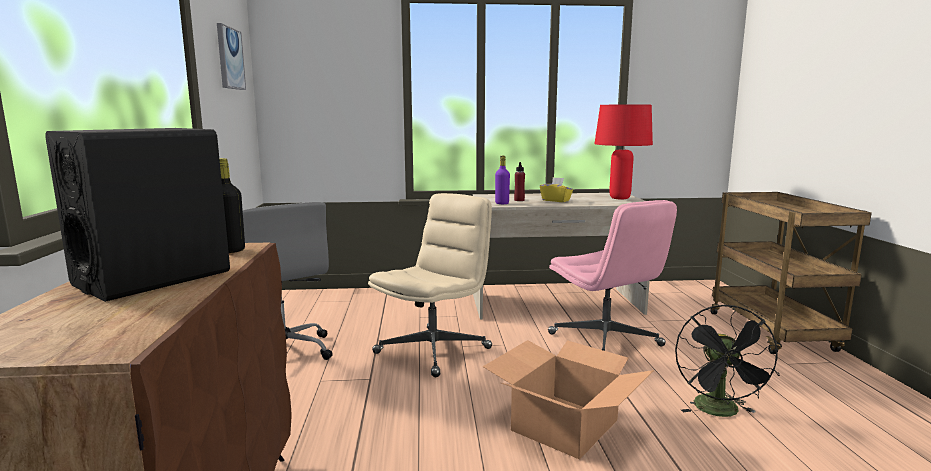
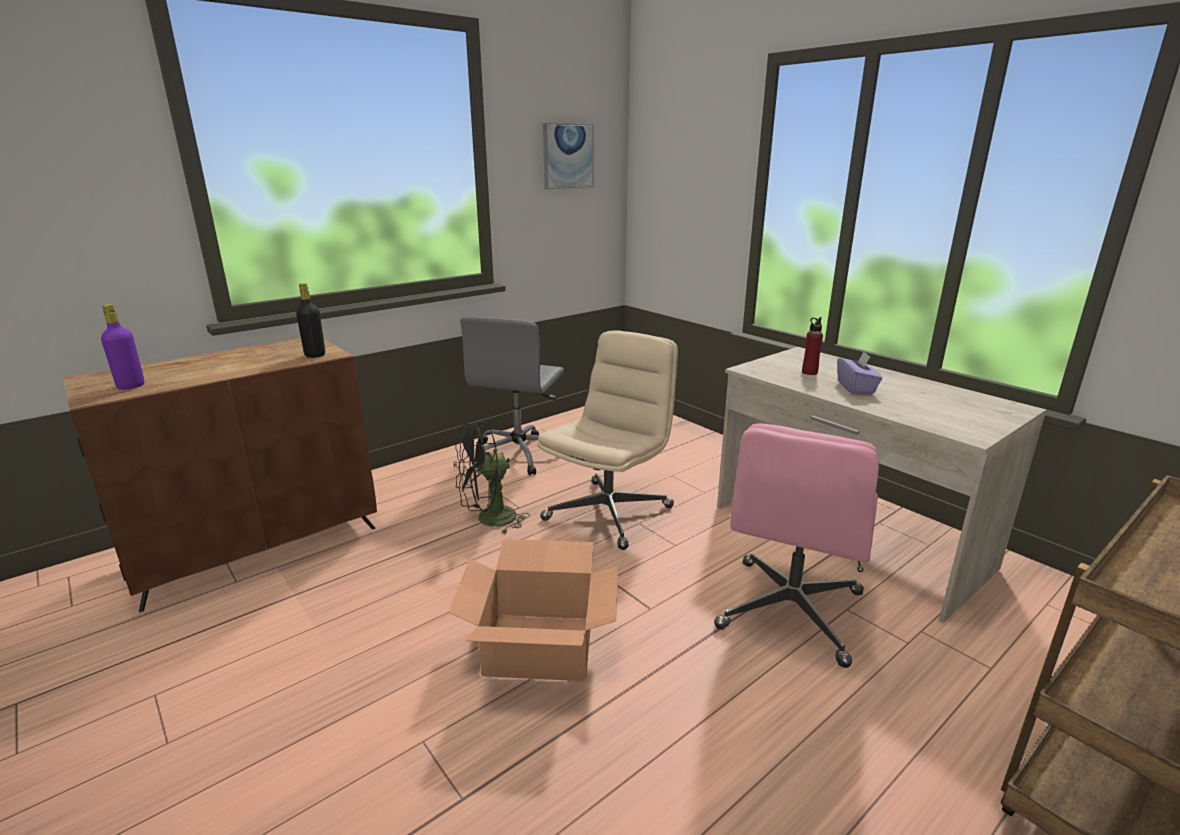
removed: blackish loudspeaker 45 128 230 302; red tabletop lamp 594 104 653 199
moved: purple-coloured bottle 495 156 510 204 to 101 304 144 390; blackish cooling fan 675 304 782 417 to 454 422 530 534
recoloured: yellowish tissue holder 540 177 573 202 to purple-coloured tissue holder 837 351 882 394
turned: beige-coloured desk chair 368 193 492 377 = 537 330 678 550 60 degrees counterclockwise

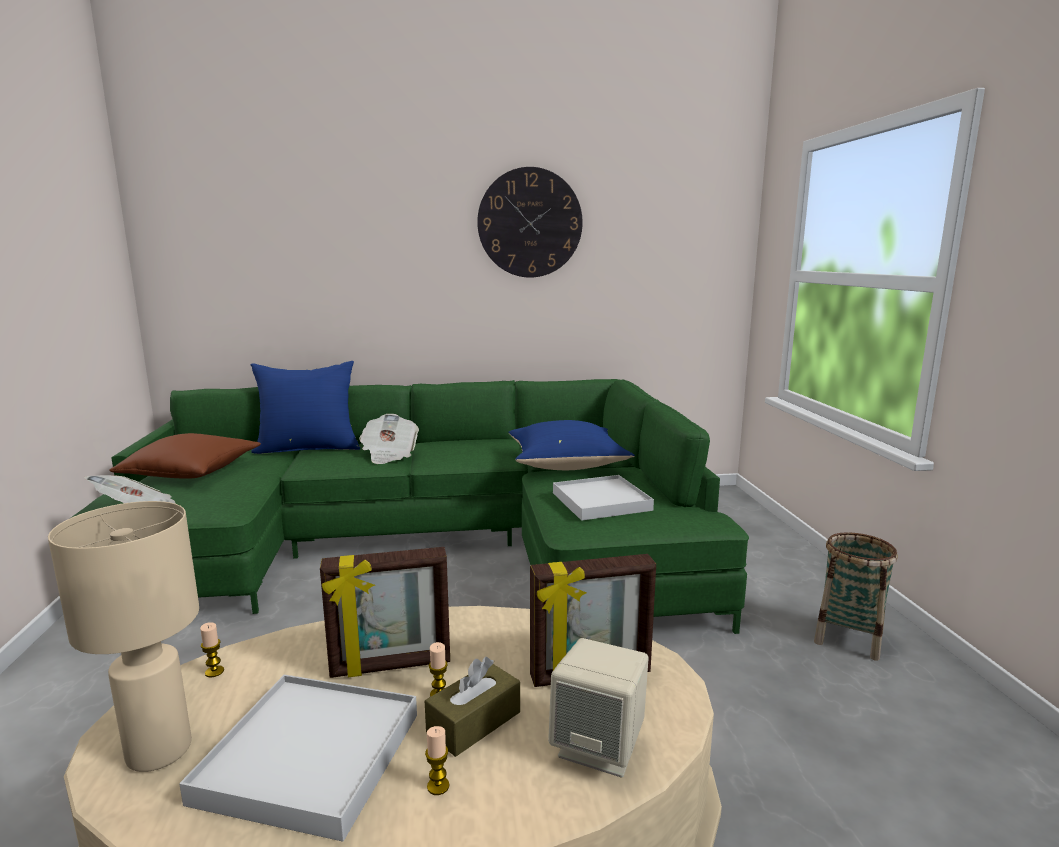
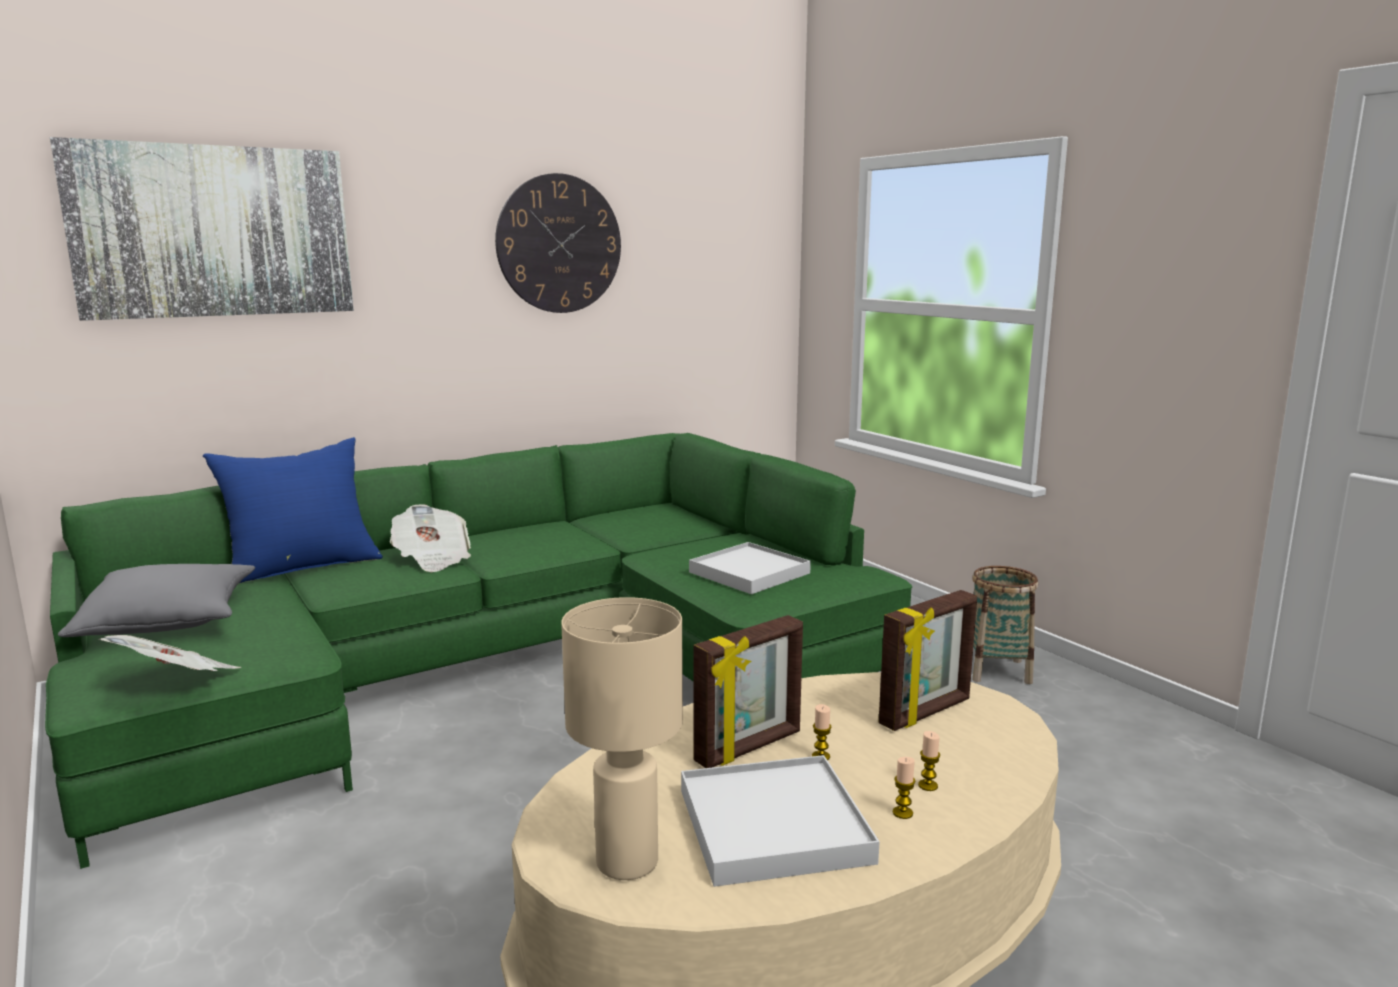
removed: brown-coloured tissue holder 425 657 520 757; bluish throw pillow 508 420 635 470; beige-coloured loudspeaker 548 638 649 777
added: picture 50 137 354 321
moved: wax light 200 622 224 678 to 918 731 940 791
recoloured: brown-coloured throw pillow 109 433 261 479 to greyish throw pillow 58 564 255 637

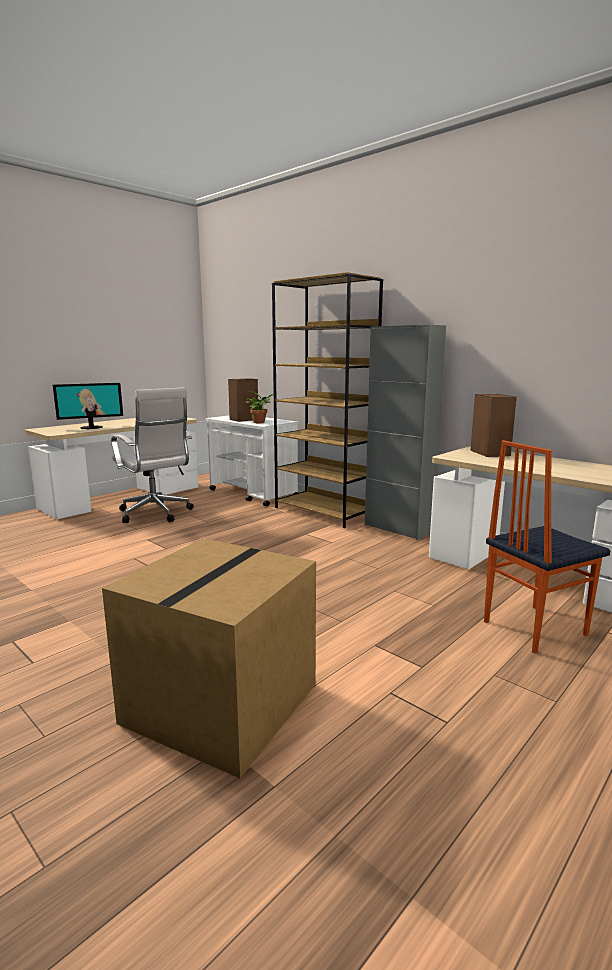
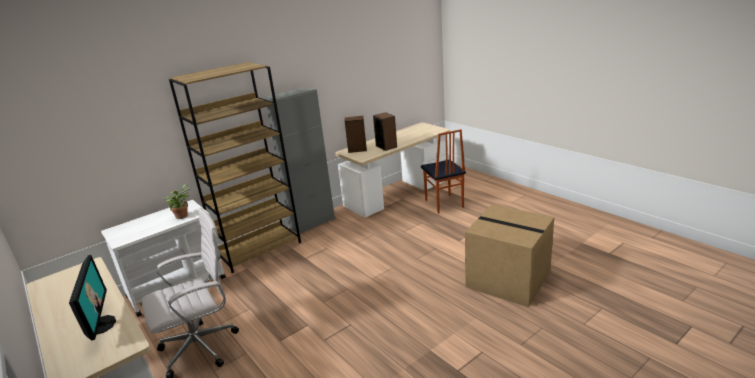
moved: loudspeaker 228 378 258 422 to 373 112 397 151

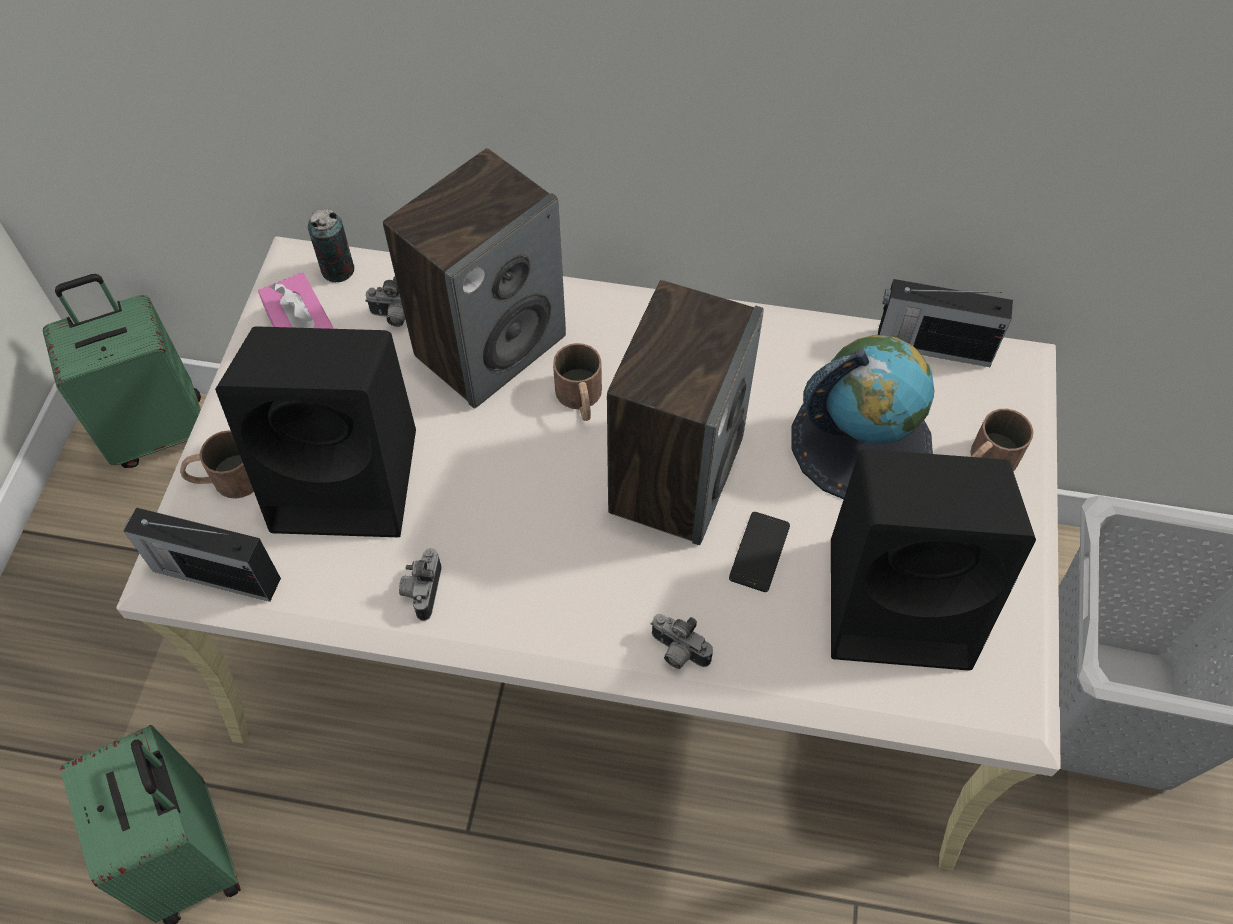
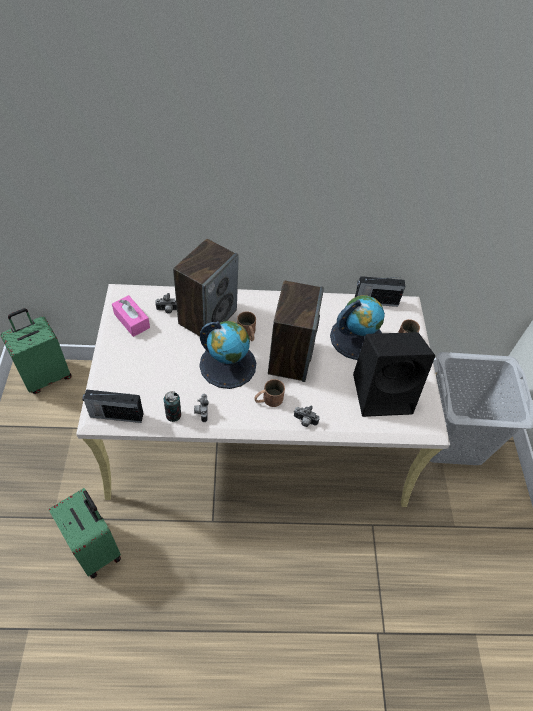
removed: blackish loudspeaker 215 326 416 537; handset 729 512 790 592
added: world globe 199 321 256 389
moved: brown-coloured coffee mug 180 430 254 499 to 254 379 285 407; sealed can 307 209 354 283 to 164 391 181 422

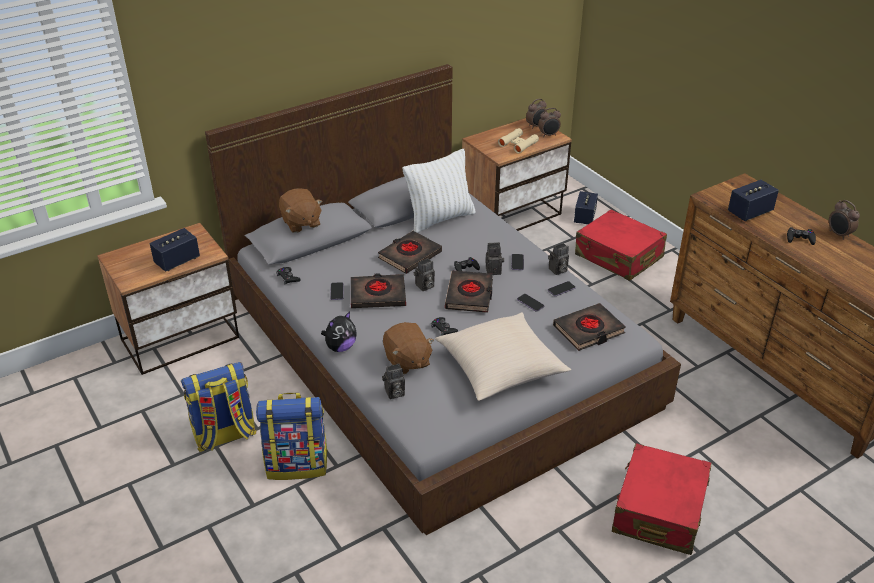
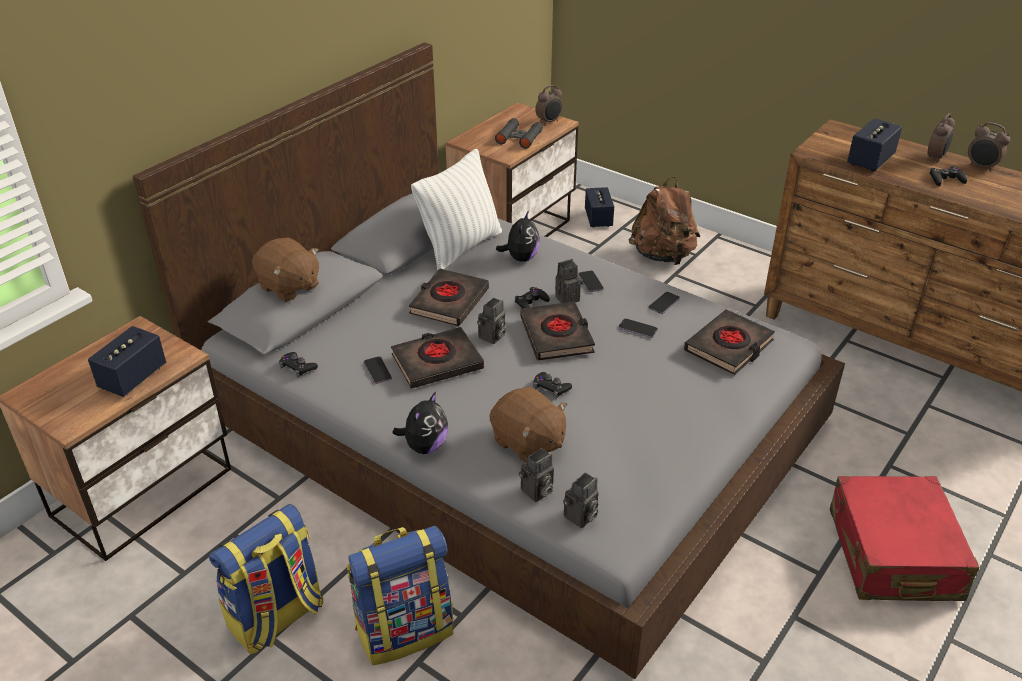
removed: beige-coloured throw pillow 435 312 571 401
added: soft toy 496 210 540 262
moved: alarm clock 526 98 547 129 to 927 113 955 163; photo camera 548 243 569 275 to 563 472 599 528
replaced: red suitcase 575 209 667 281 to brown-coloured rucksack 628 177 700 265
recoloured: beige-coloured binoculars 498 128 539 153 to blackish binoculars 495 118 543 149

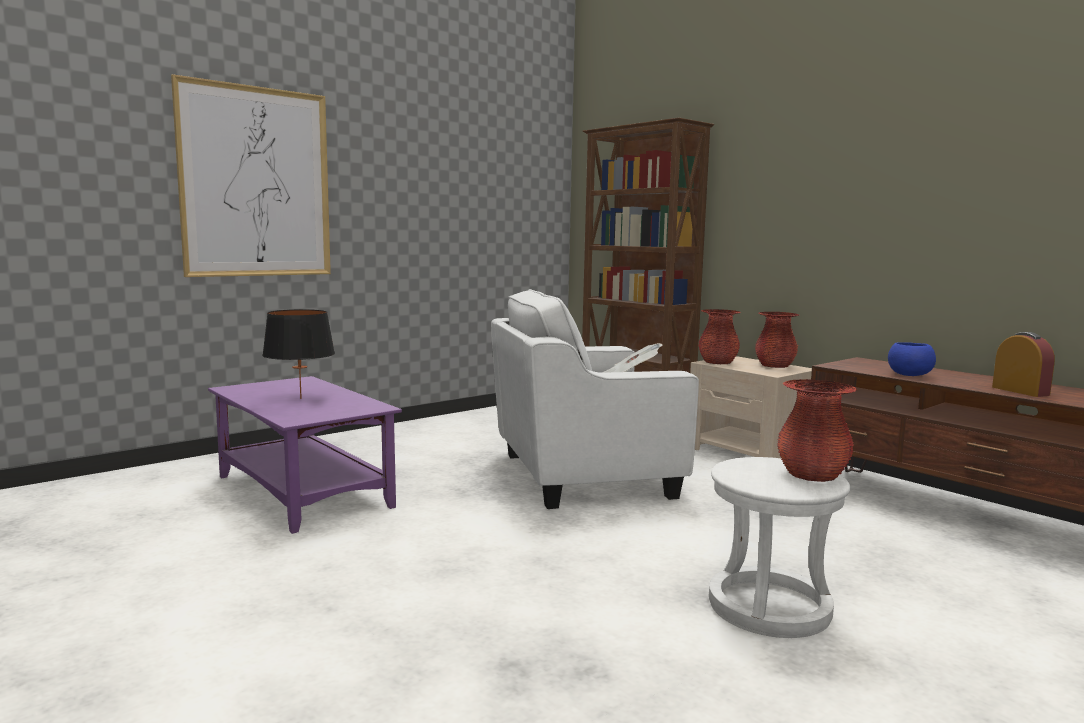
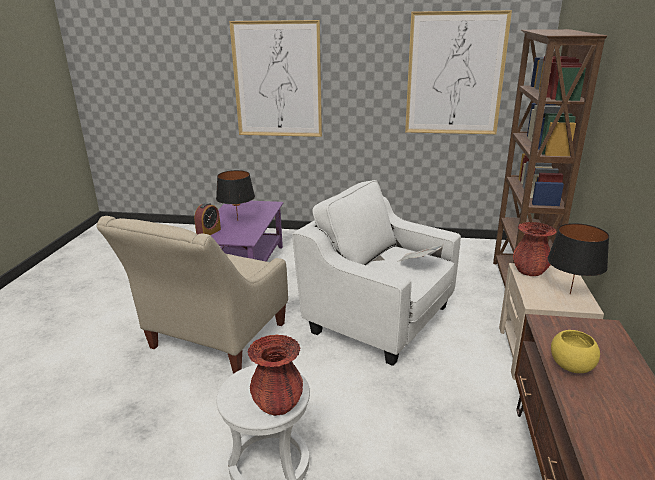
added: beige-coloured lounge chair 97 216 288 373; picture 405 10 512 134
moved: alarm clock 992 332 1055 397 to 194 203 221 235
replaced: red flower vase 755 312 799 368 to blackish tabletop lamp 547 223 609 294
recoloured: bluish deep dish 888 342 936 376 to yellowish deep dish 551 330 600 373

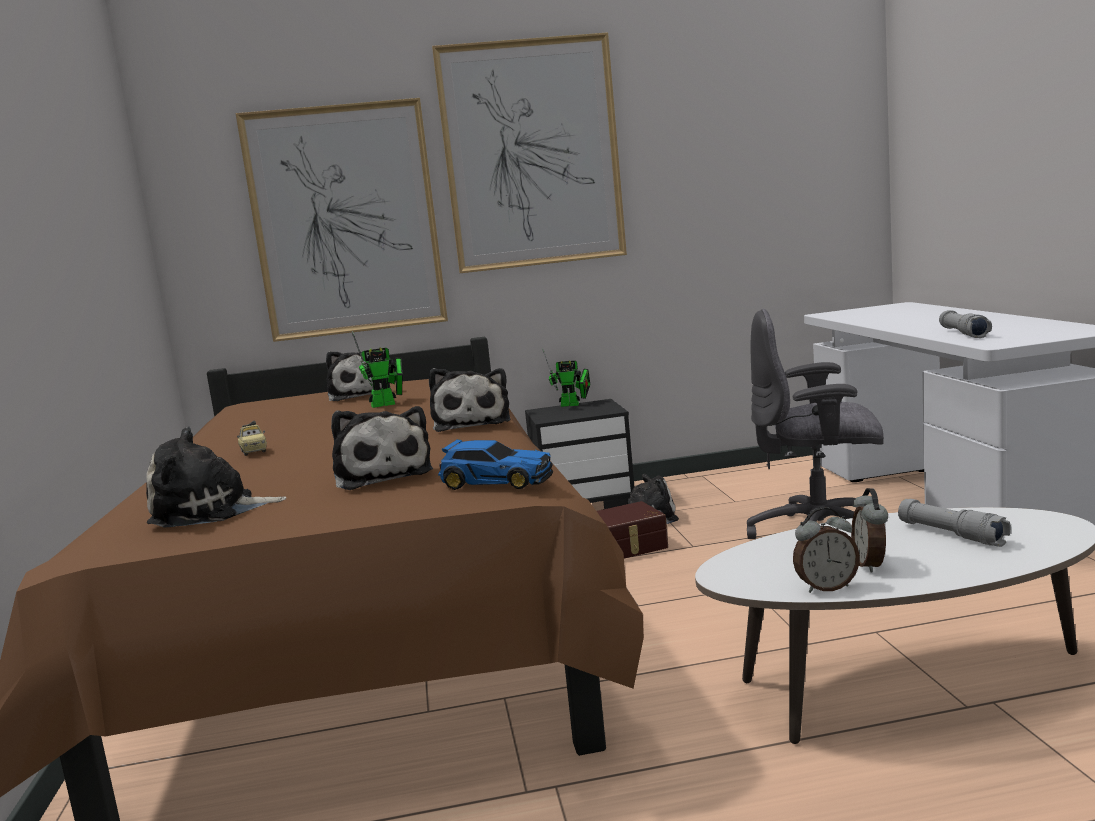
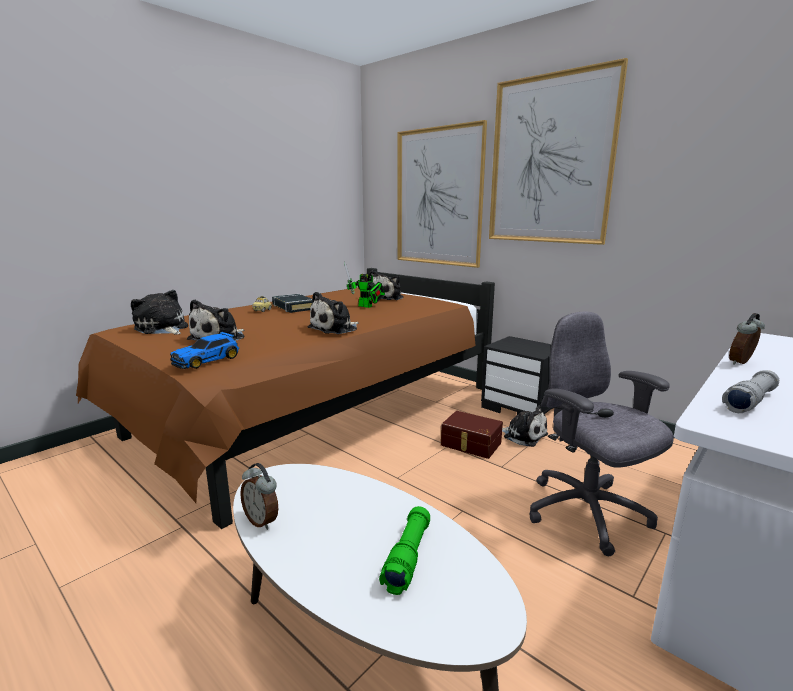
removed: robot figure 542 348 590 407
added: blackish book 272 294 313 313
moved: alarm clock 851 488 888 573 to 729 313 765 365
recoloured: greyish flashlight 898 499 1011 547 to greenish flashlight 379 506 430 595
turned: toy car 438 439 553 490 = 170 332 239 369 60 degrees clockwise

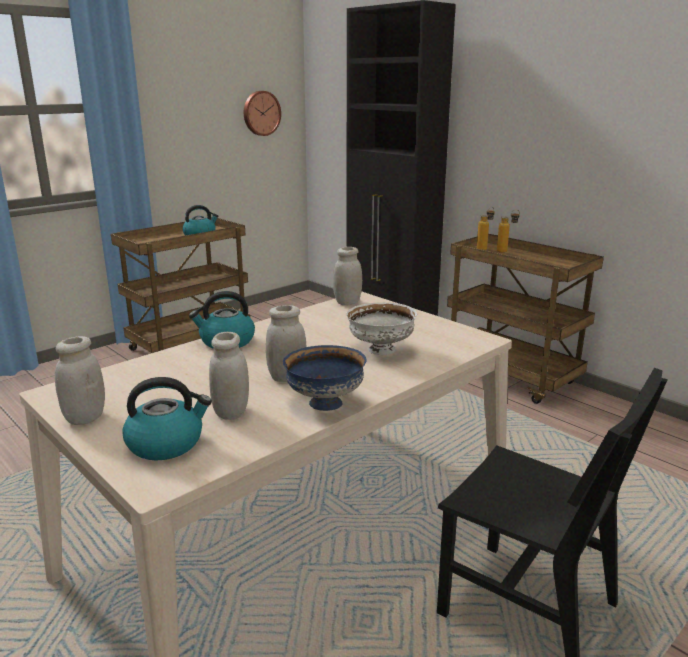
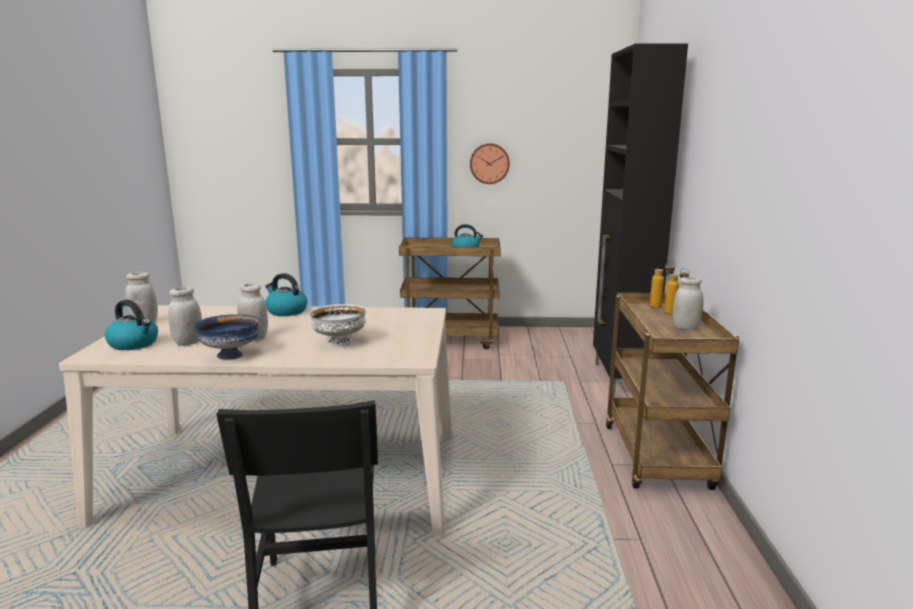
moved: wall clock 244 91 281 136 to 470 143 510 184; white jar 333 247 362 305 to 673 277 703 330

